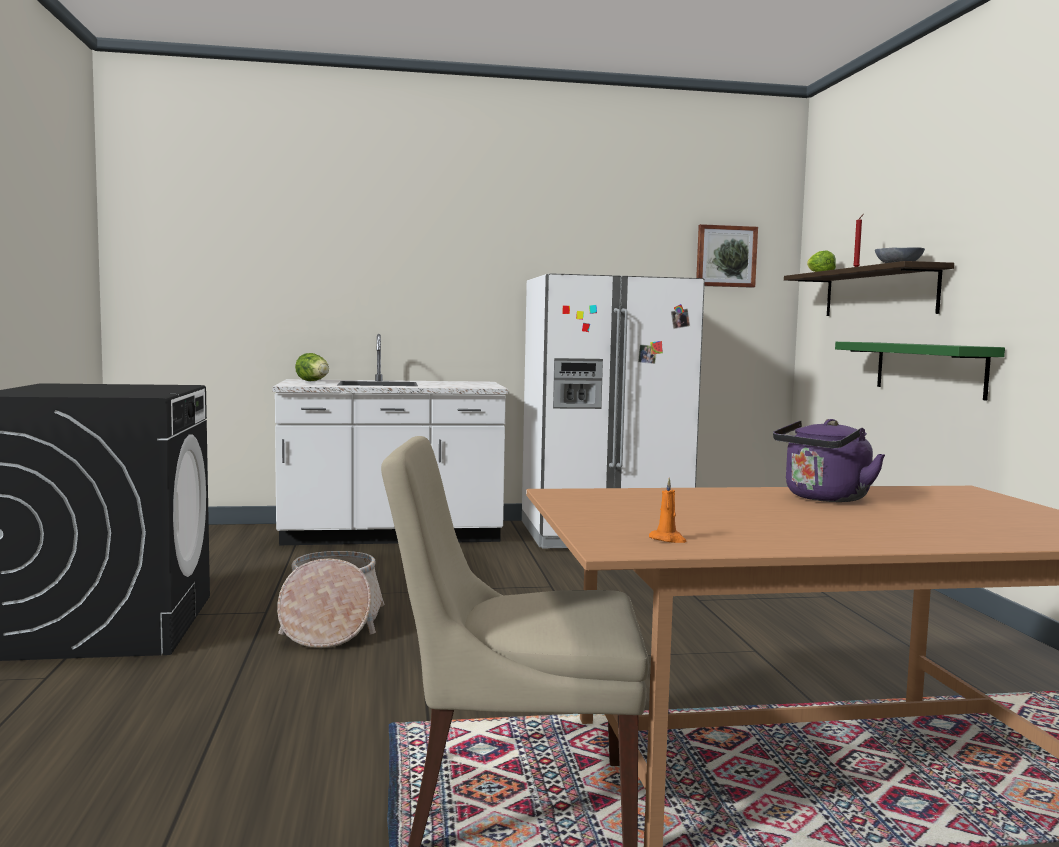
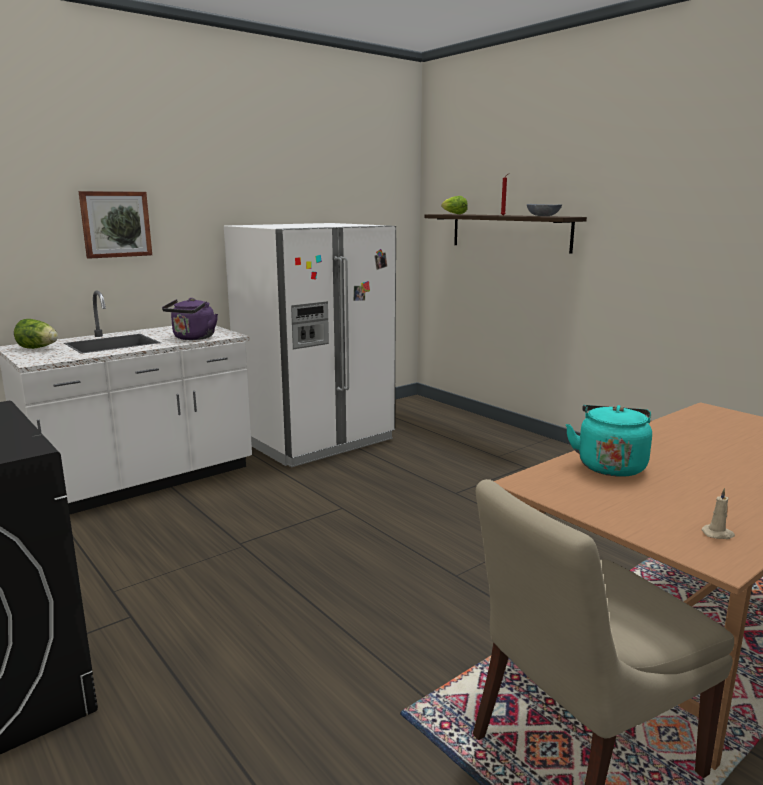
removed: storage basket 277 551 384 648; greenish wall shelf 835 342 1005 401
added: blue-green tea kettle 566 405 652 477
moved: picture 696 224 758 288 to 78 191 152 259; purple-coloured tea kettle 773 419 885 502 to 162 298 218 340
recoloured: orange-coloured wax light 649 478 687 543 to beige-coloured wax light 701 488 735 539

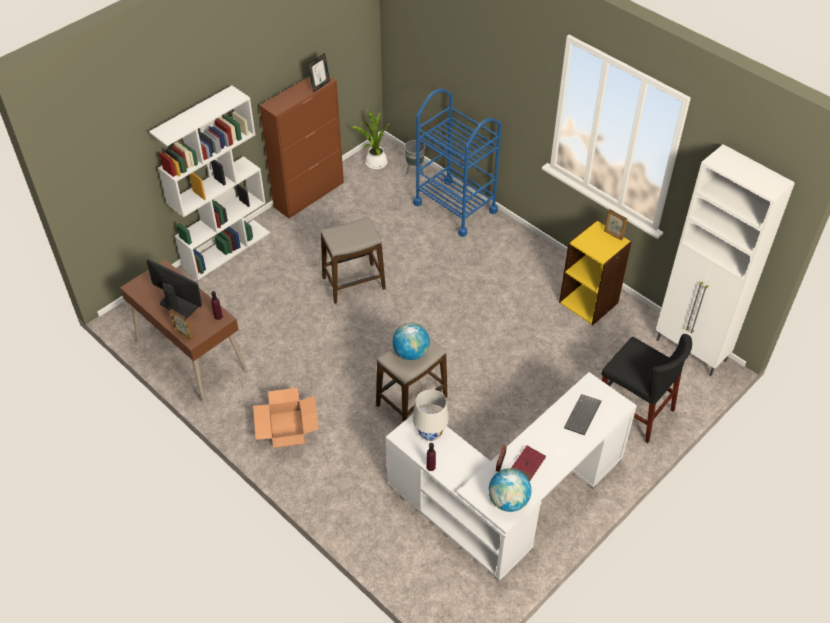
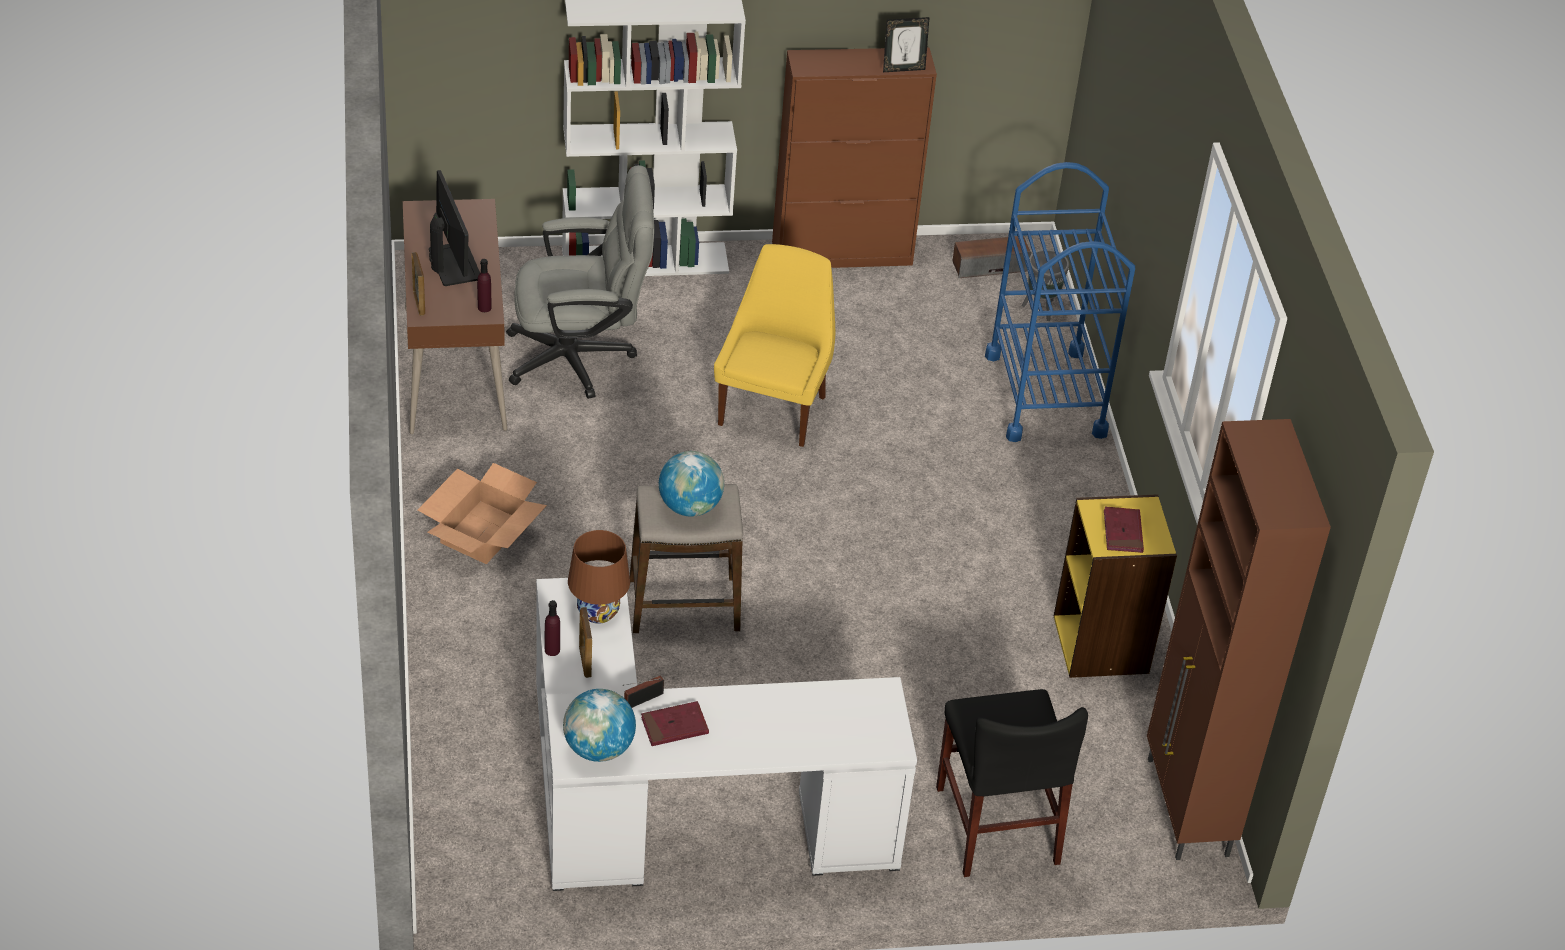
removed: keyboard 564 394 601 435
added: greyish desk chair 506 165 654 399; red book 1104 507 1144 553
moved: picture frame 604 209 627 241 to 579 607 592 678
replaced: stool 321 217 386 304 to yellowish plain chair 714 244 835 447; plant in a pot 352 110 390 170 to loudspeaker 952 236 1031 278
recoloured: white tabletop lamp 412 389 449 441 to brown-coloured tabletop lamp 568 530 630 624; white storage cabinet 656 144 795 376 to brown-coloured storage cabinet 1147 419 1331 860

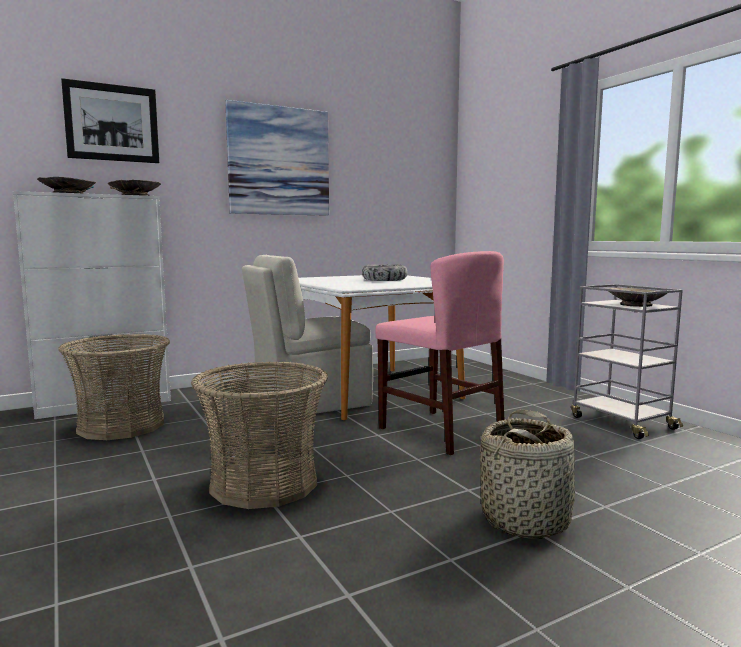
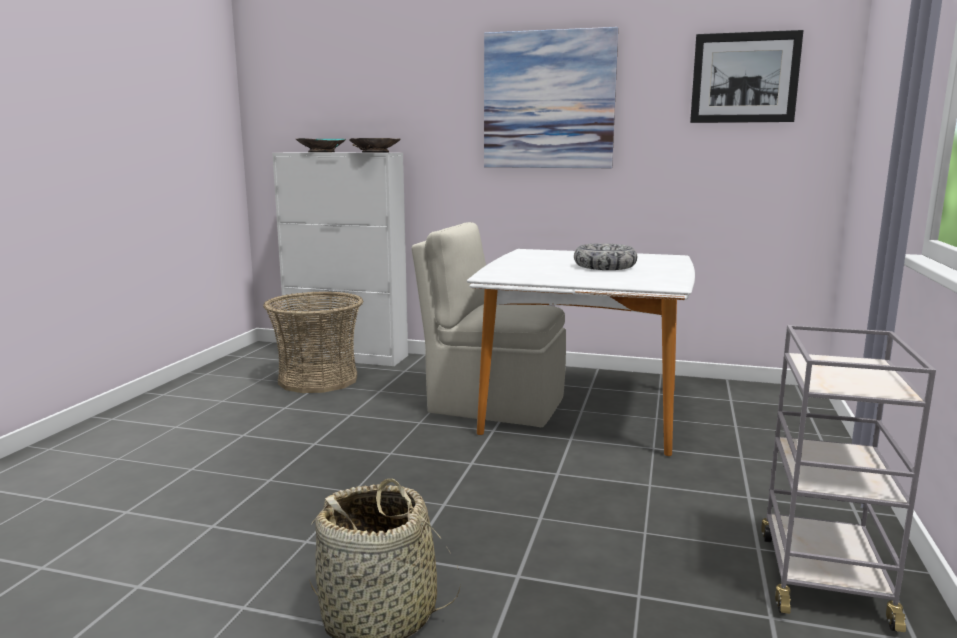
removed: storage basket 191 361 328 509; pinkish plain chair 376 251 504 455; beige-coloured deep dish 608 288 667 307
moved: picture 61 78 159 163 to 690 30 804 123

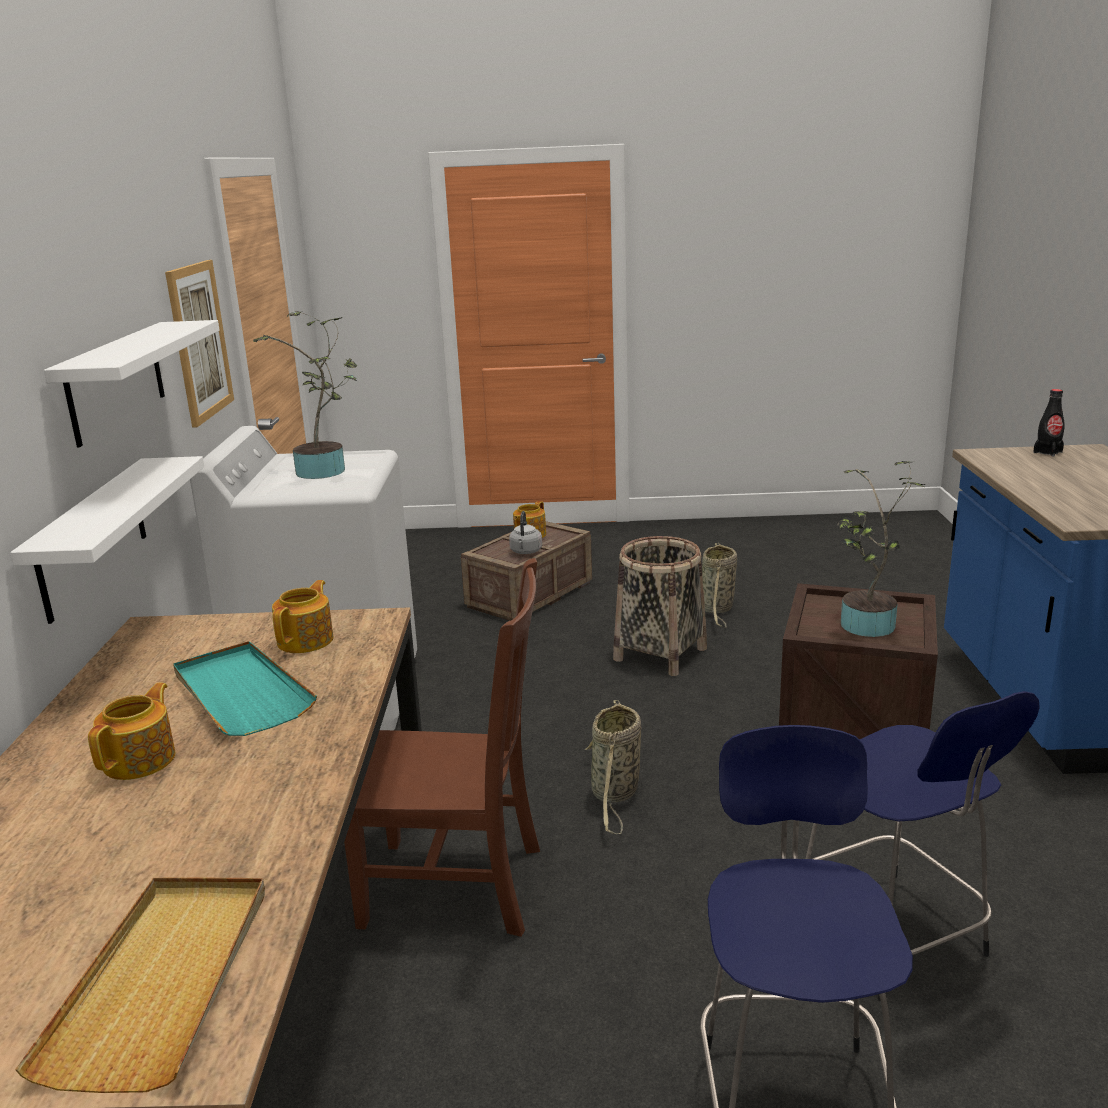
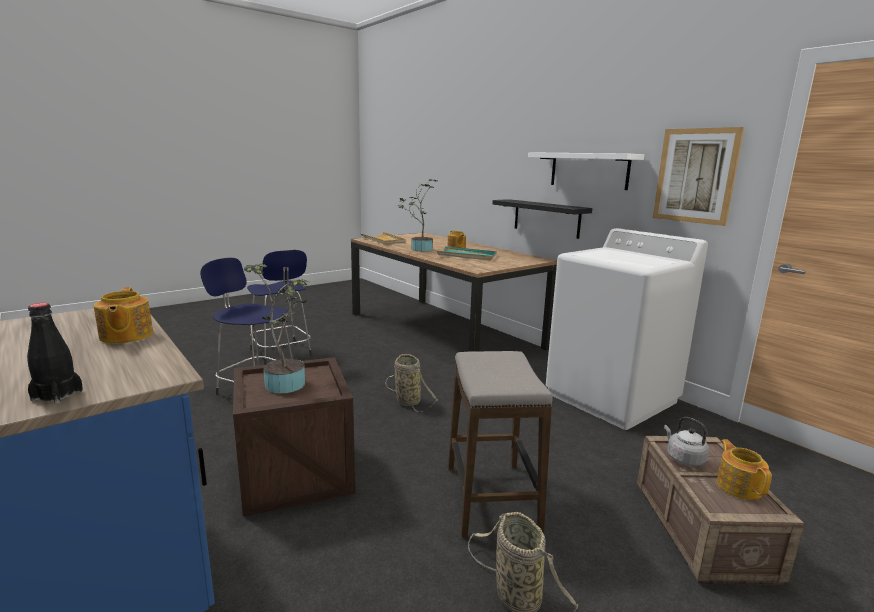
removed: brown-coloured plain chair 344 558 540 937
moved: plant in a pot 253 311 358 479 to 398 179 437 251; teapot 272 580 333 653 to 94 287 153 344
replaced: storage basket 613 536 707 676 to stool 448 351 553 538
recoloured: white wall shelf 11 456 204 624 to blackish wall shelf 493 199 592 239

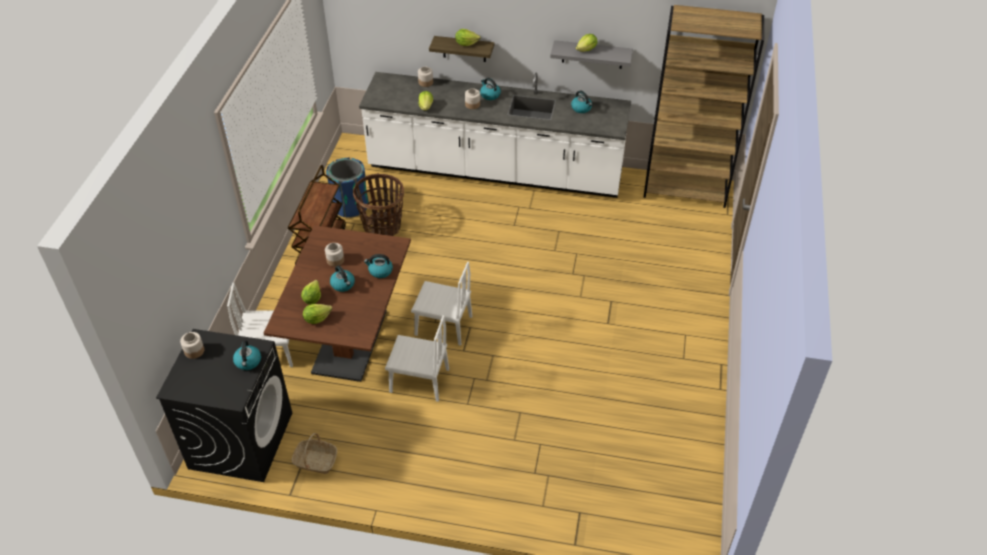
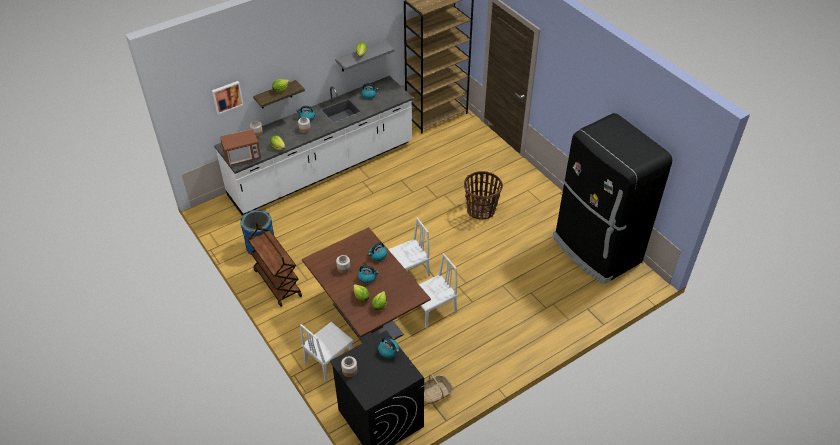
added: picture 212 81 244 114; microwave oven 220 129 261 166; blackish fridge 552 113 672 284
moved: storage basket 353 173 404 236 to 464 171 503 220

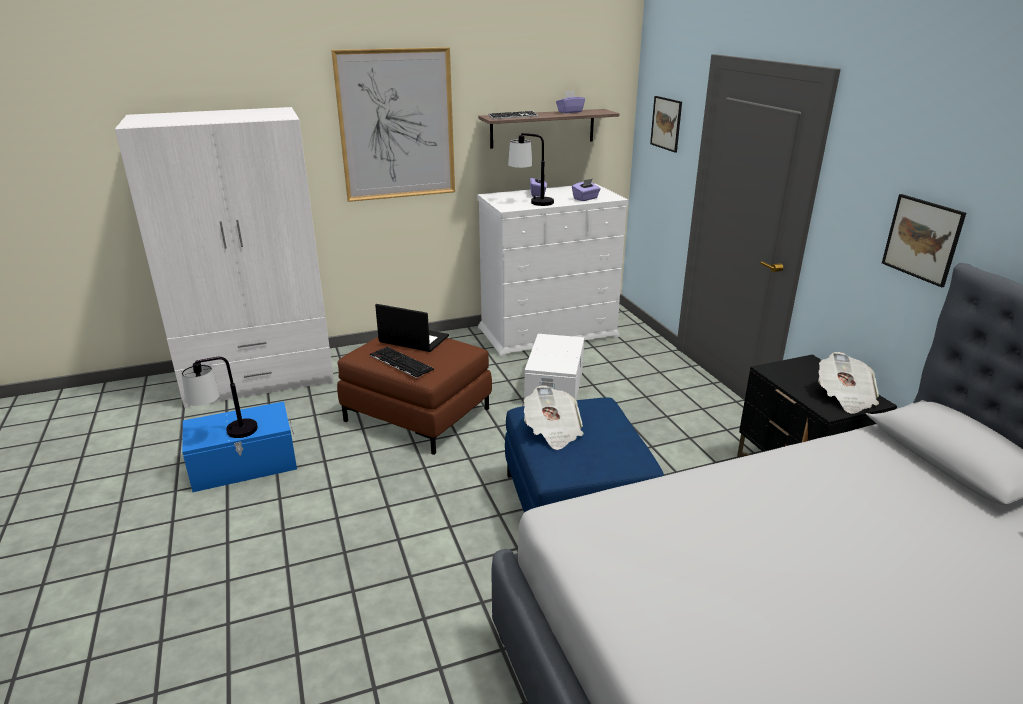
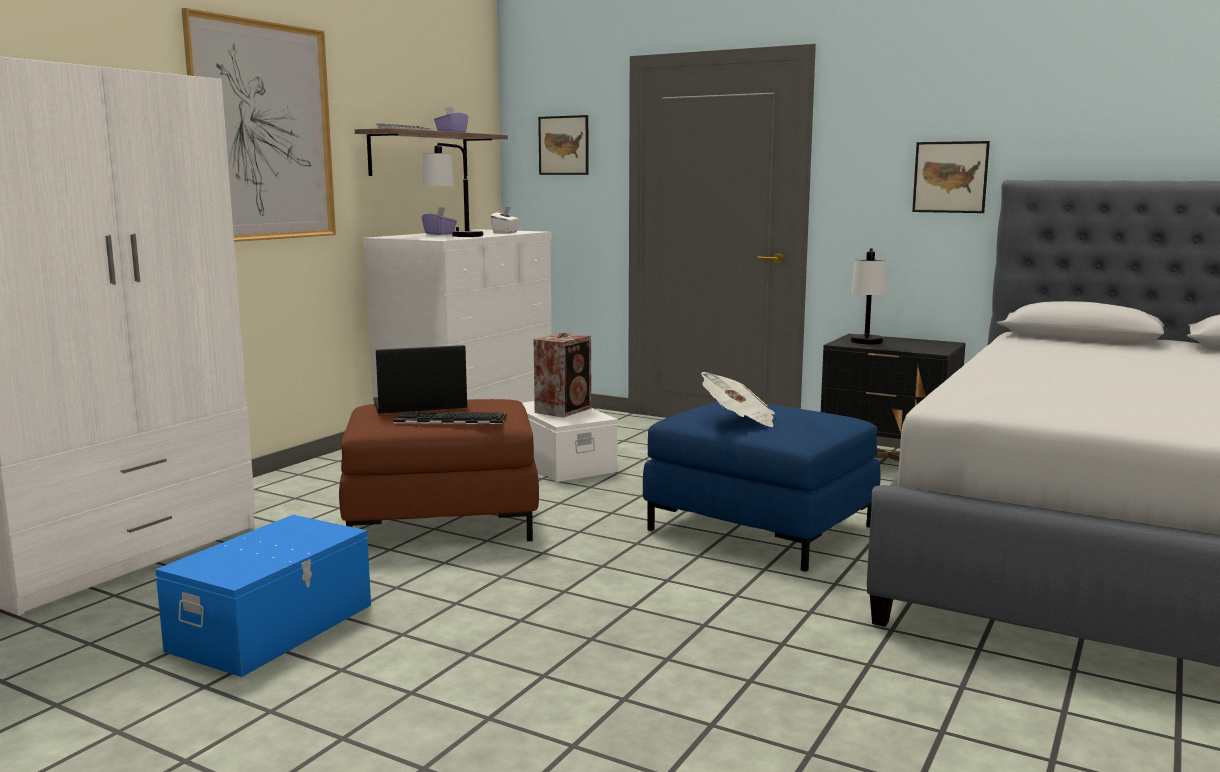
removed: newspaper 818 352 879 414
added: loudspeaker 533 332 591 418
moved: tabletop lamp 181 357 258 438 to 850 248 887 344
recoloured: purple-coloured tissue holder 572 179 601 201 to white tissue holder 490 207 520 234

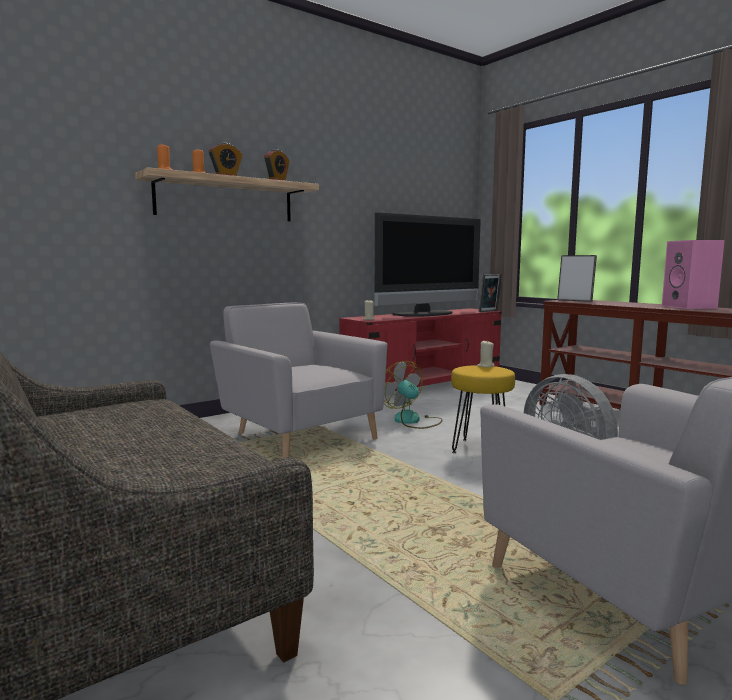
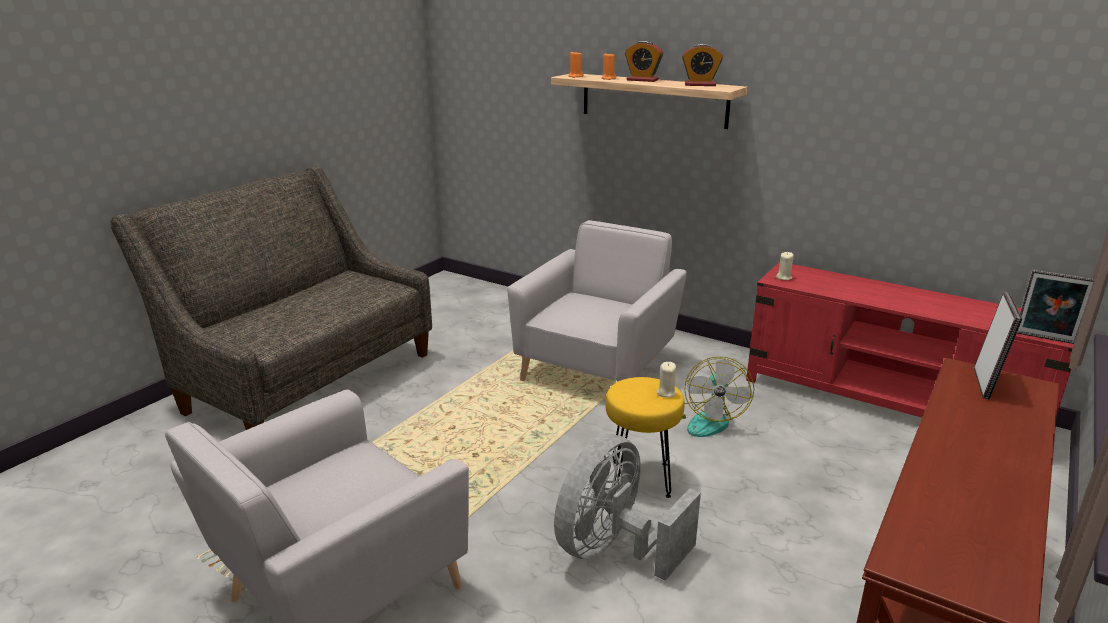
removed: television 375 213 481 317; pinkish loudspeaker 662 240 725 309
turned: cooling fan 384 361 443 429 = 682 356 754 437 150 degrees clockwise

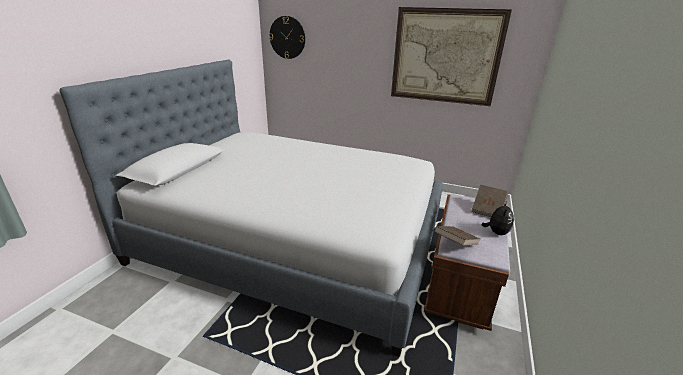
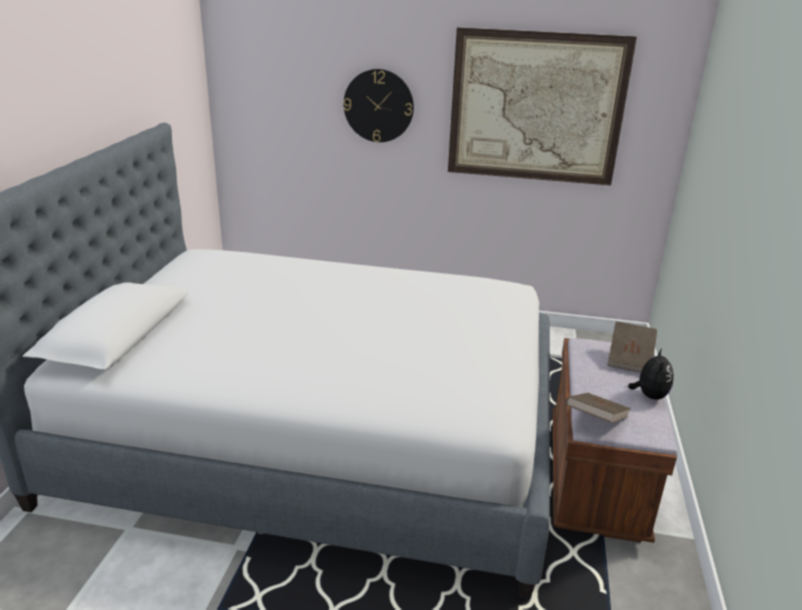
moved: wall clock 269 16 305 59 to 344 69 414 142

